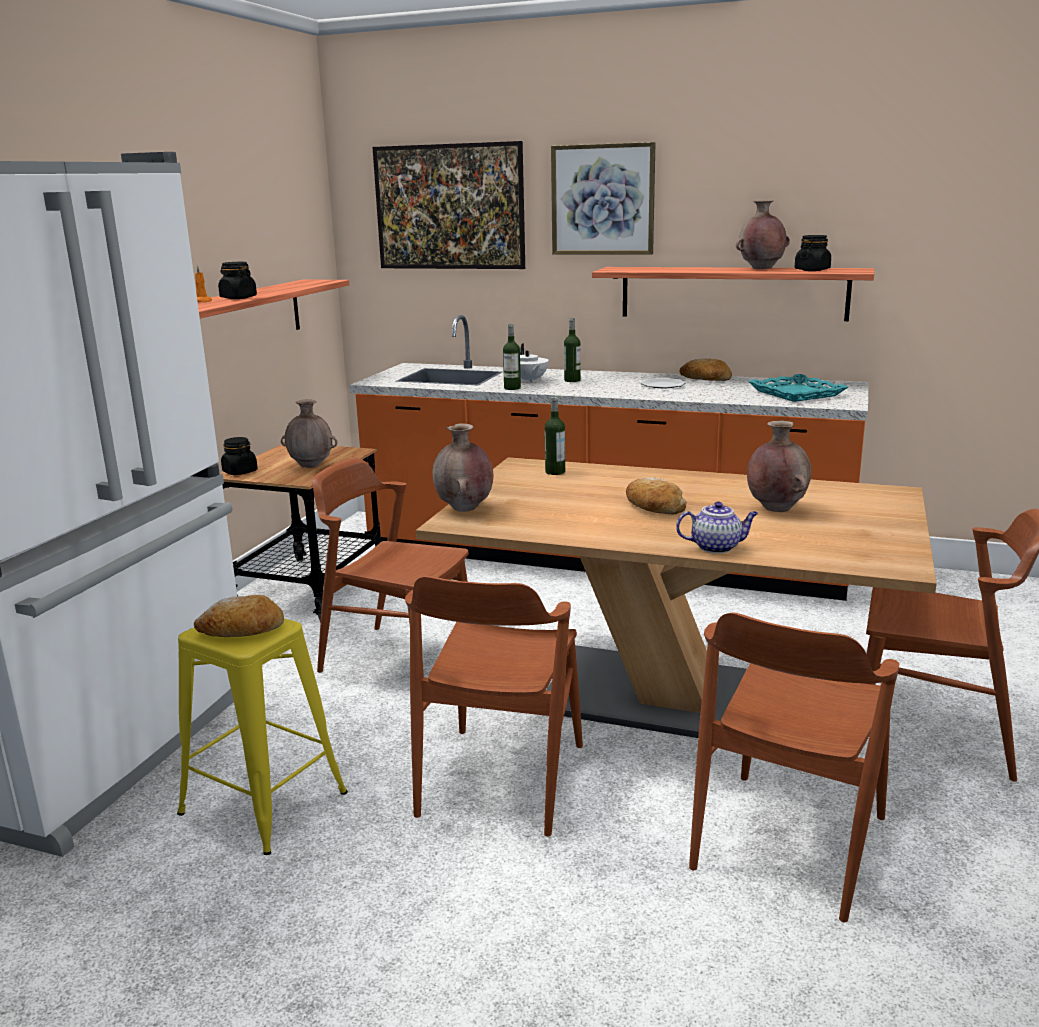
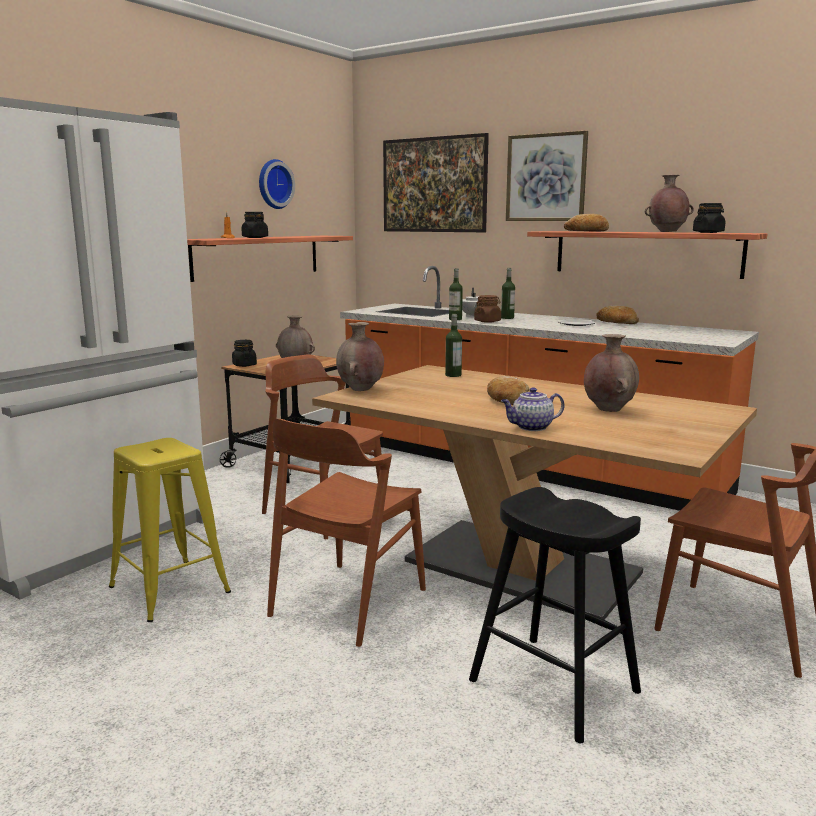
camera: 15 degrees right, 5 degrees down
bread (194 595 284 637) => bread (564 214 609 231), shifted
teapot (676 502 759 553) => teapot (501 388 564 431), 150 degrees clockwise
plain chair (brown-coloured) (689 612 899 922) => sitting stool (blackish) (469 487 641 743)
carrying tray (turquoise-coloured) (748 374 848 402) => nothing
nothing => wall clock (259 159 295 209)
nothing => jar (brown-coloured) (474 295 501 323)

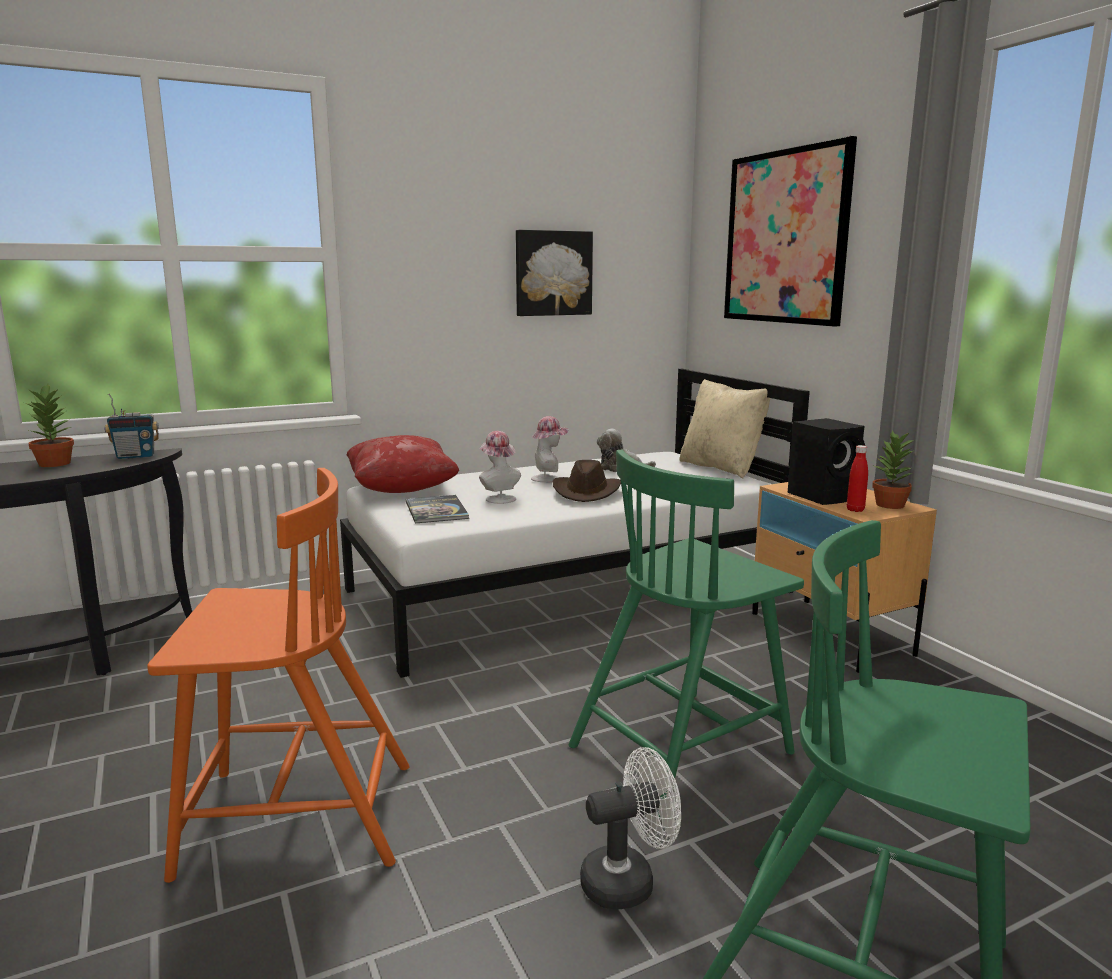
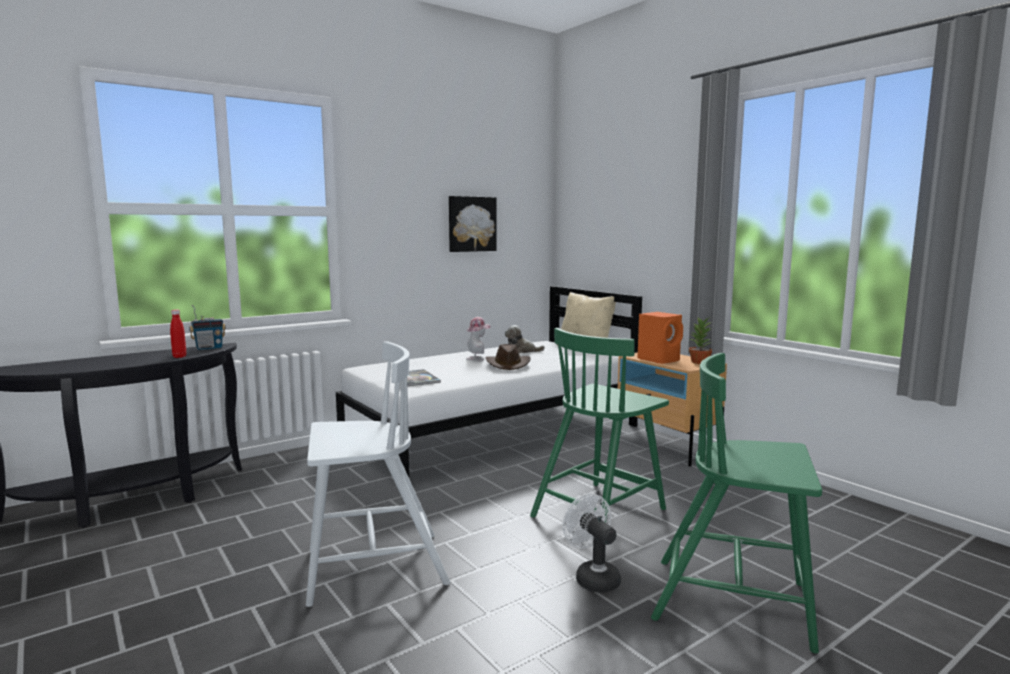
camera: 10 degrees left, 5 degrees down
houseplant (24 384 74 467) => nothing
plain chair (orange-coloured) (147 468 410 883) => plain chair (whitish) (306 341 450 607)
pillow (red-coloured) (347 435 459 493) => nothing
clothing hat (479 431 521 504) => nothing
electric fan (whitish) (580 747 681 910) => electric fan (whitish) (563 494 621 593), 90 degrees counterclockwise
wall picture (724 136 857 326) => nothing
audio speaker (blackish) (788 418 865 505) => audio speaker (orange-coloured) (637 312 683 364)
beverage bottle (red-coloured) (847 445 868 512) => beverage bottle (red-coloured) (170 310 186 358), shifted

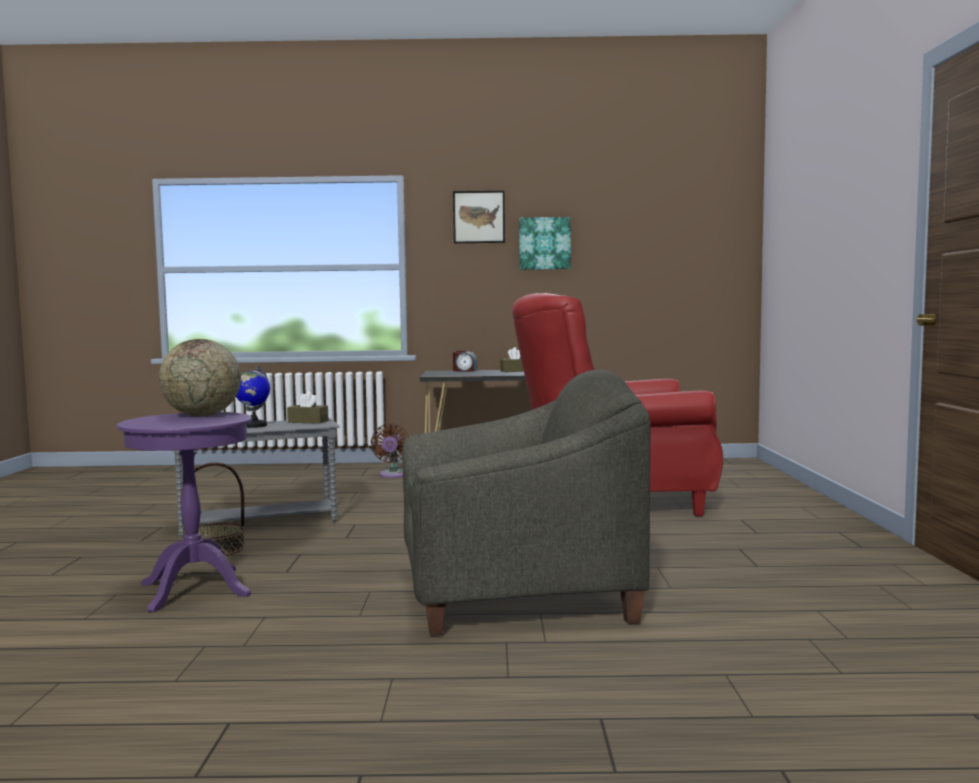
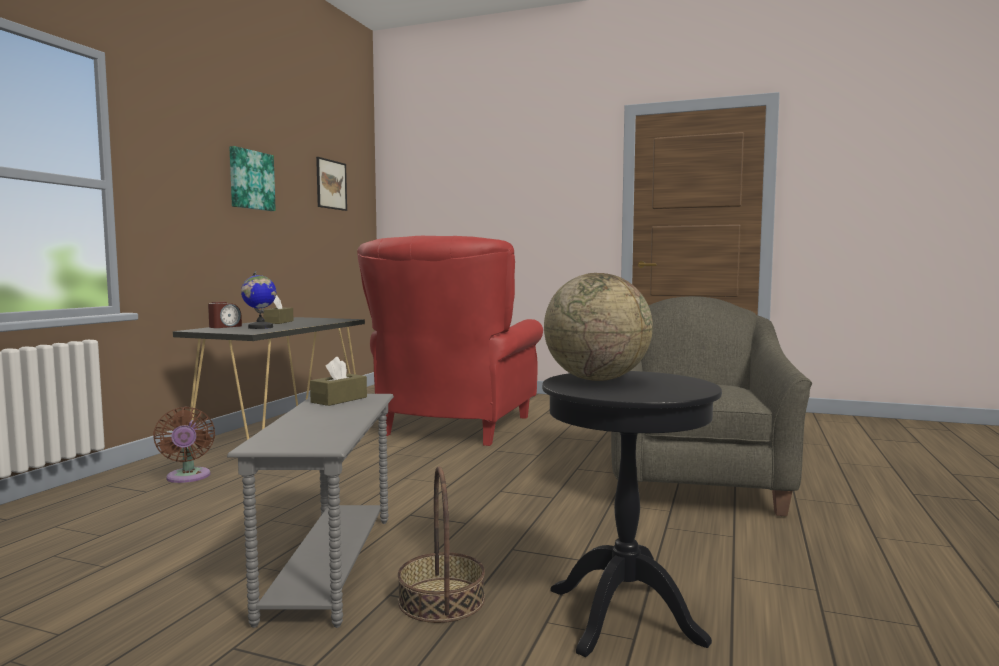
camera: 70 degrees left, 0 degrees up
end table (purple-coloured) (117 412 252 612) => end table (blackish) (542 371 722 657)
desk globe (236 366 270 428) => desk globe (241 271 276 329), shifted
electric fan (brown-coloured) (371 423 409 478) => electric fan (brown-coloured) (153 407 215 483), 45 degrees clockwise
wall picture (453 191 505 243) => wall picture (316 157 347 211), shifted

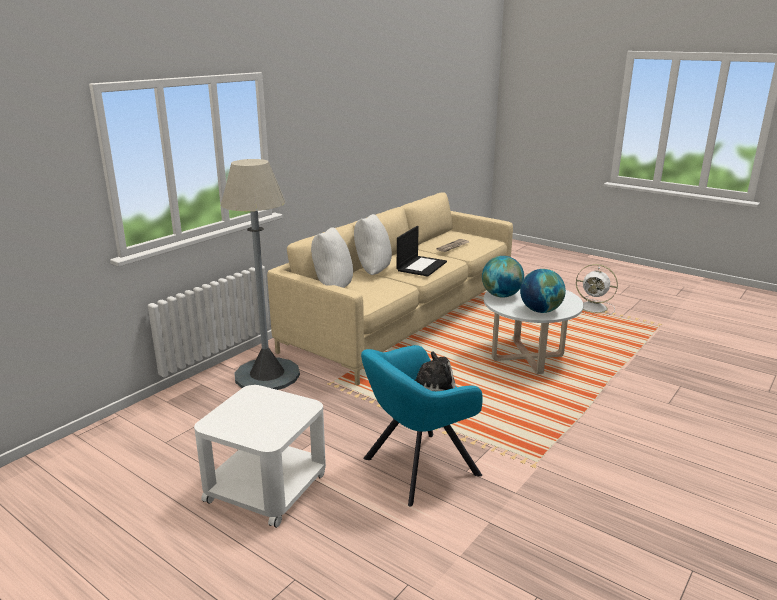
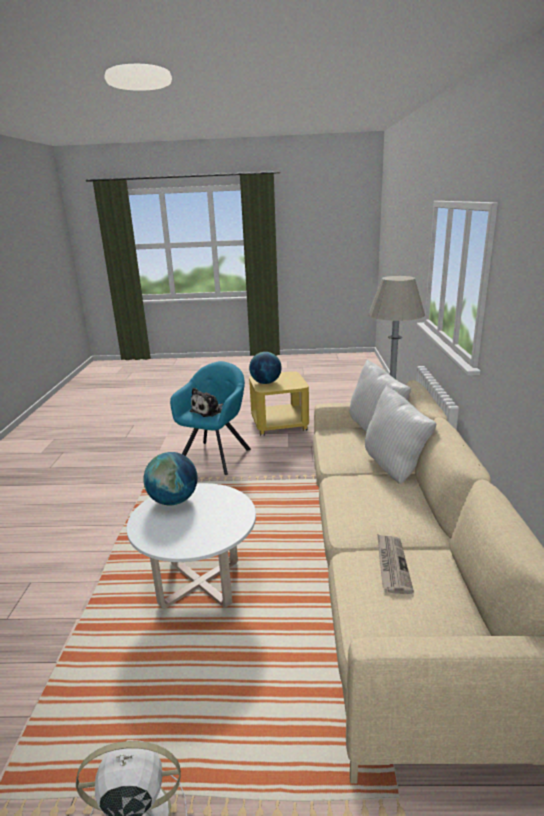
camera: 145 degrees right, 0 degrees up
end table (whitish) (194 385 326 528) => end table (yellowish) (249 371 309 436)
notebook computer (397 226 447 277) => nothing
desk globe (482 256 524 298) => desk globe (249 352 282 384), shifted

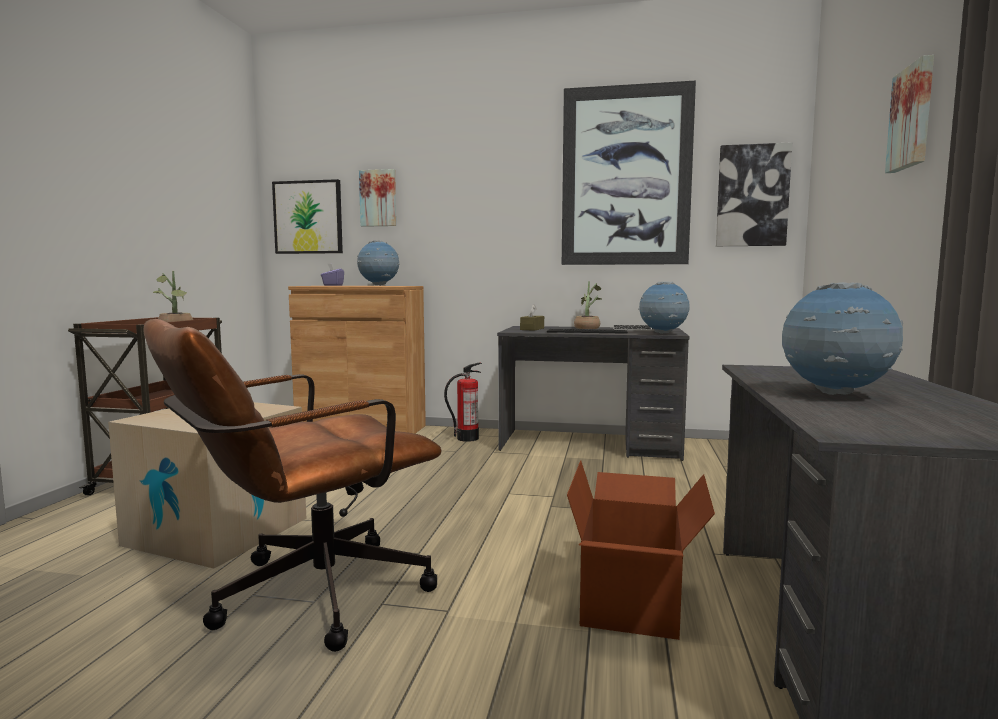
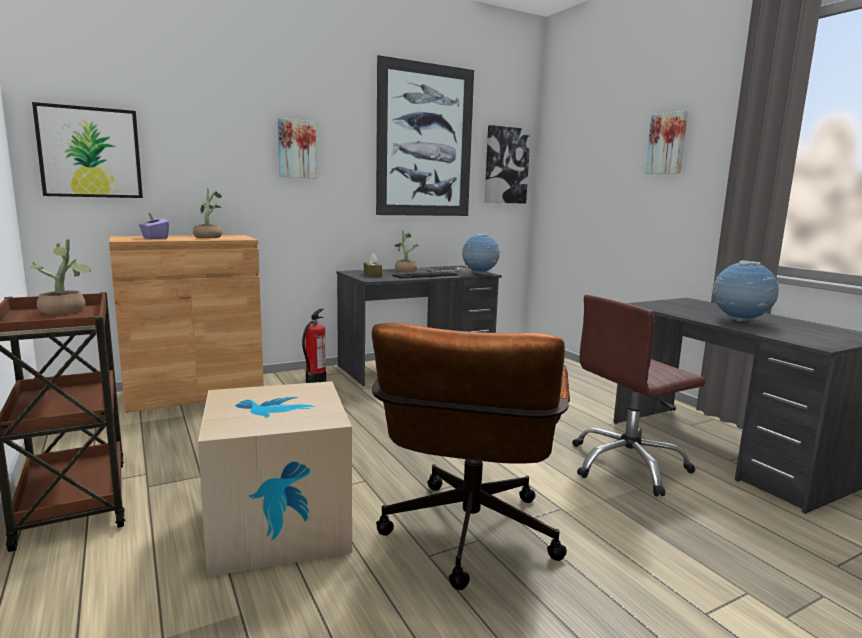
camera: 40 degrees left, 5 degrees up
desk globe (357 240 399 286) => houseplant (193 188 222 238)
wall picture (359 169 396 227) => wall picture (278 118 317 178), shifted
carton (567 460 715 640) => office chair (brown-coloured) (572 295 706 496)

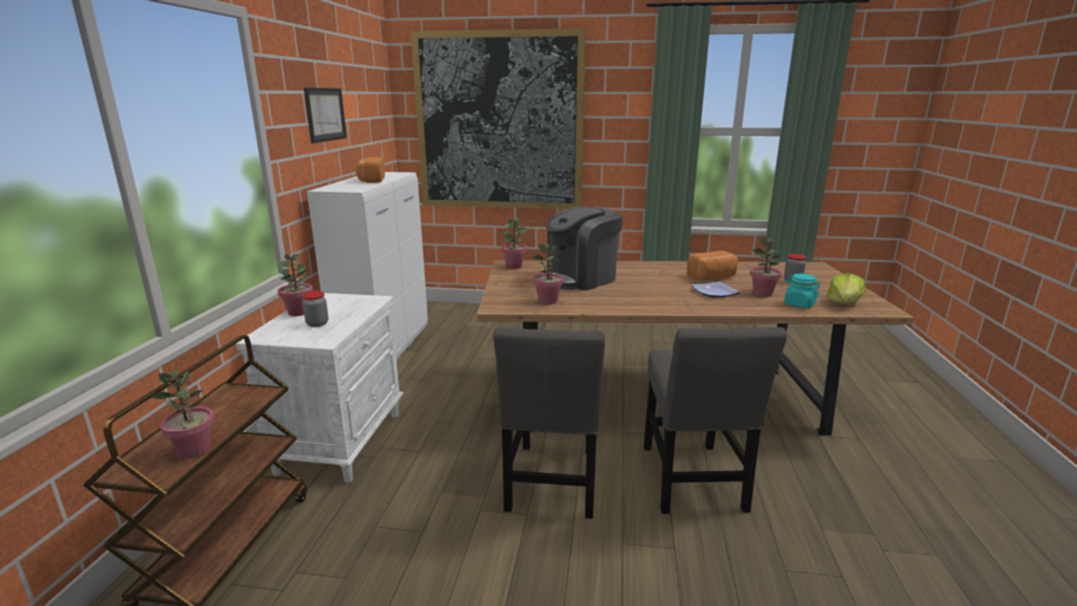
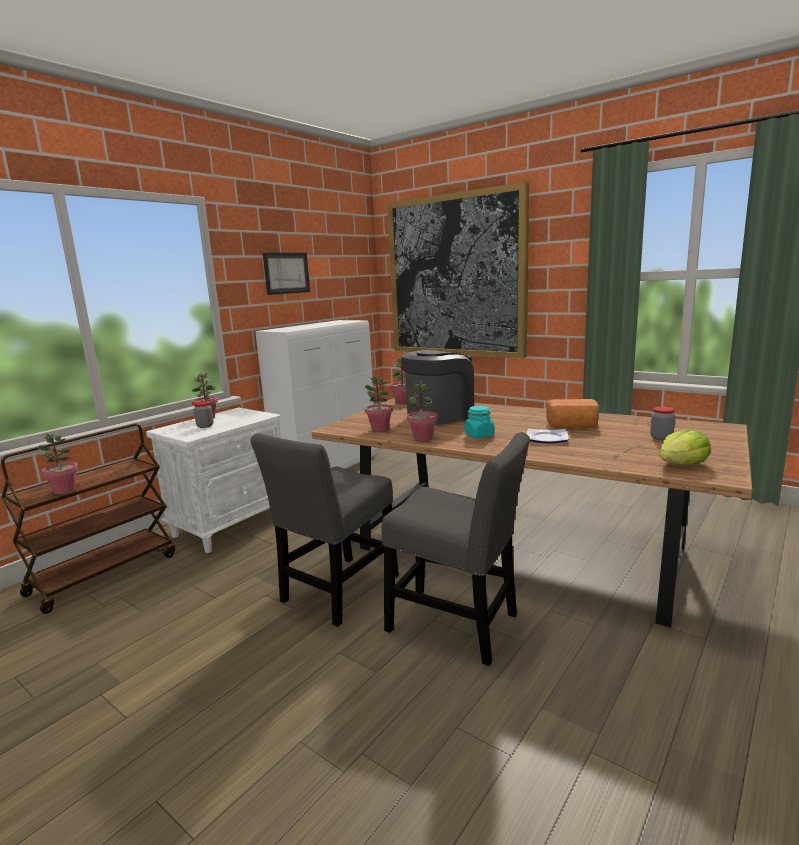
camera: 30 degrees right, 5 degrees down
bread (356 157 385 183) => nothing
coffee maker (543 207 623 290) => coffee maker (401 350 475 425), 150 degrees clockwise
plain chair (grey) (644 327 787 514) => plain chair (grey) (381 432 530 666), 90 degrees counterclockwise
houseplant (750 238 782 297) => houseplant (407 381 437 441), shifted
jar (turquoise-coloured) (784 274 820 308) => jar (turquoise-coloured) (464 406 495 438), shifted

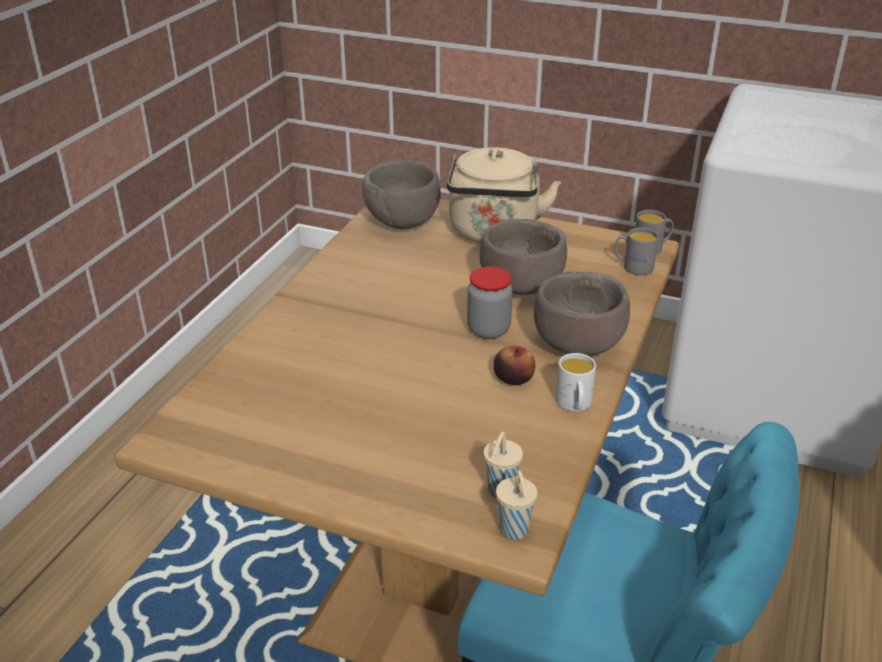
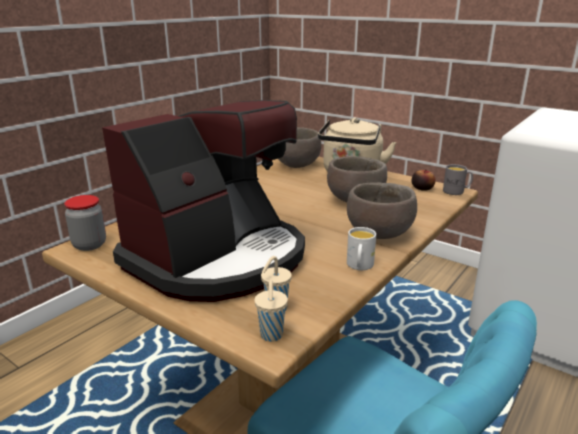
camera: 15 degrees right, 10 degrees down
jar (467 267 513 339) => jar (64 195 106 251), shifted
apple (494 346 535 385) => apple (411 170 436 191), shifted
mug (grey) (615 228 659 275) => nothing
nothing => coffee maker (102 100 305 302)

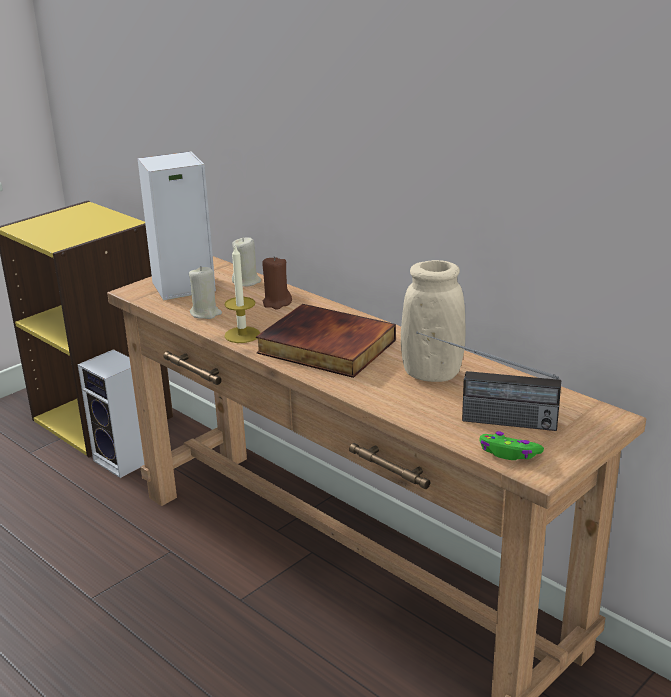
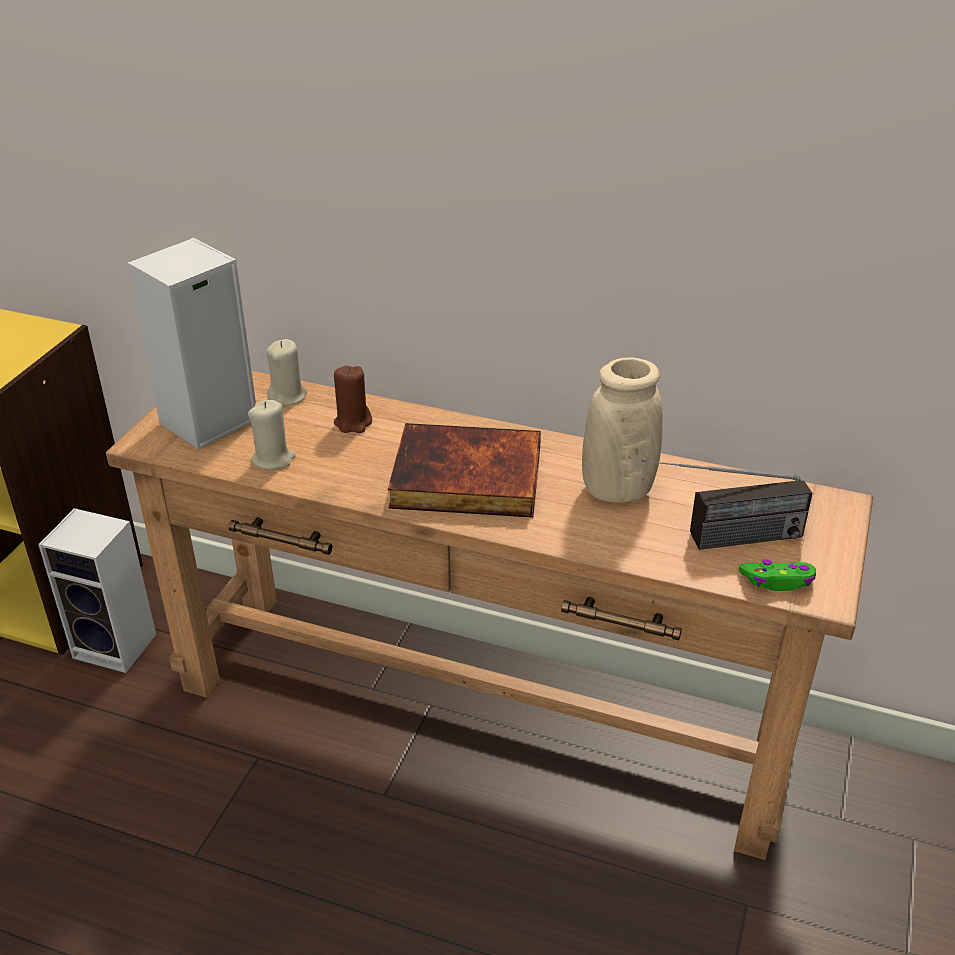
camera: 25 degrees left, 10 degrees up
wax light (224 244 260 343) => nothing

